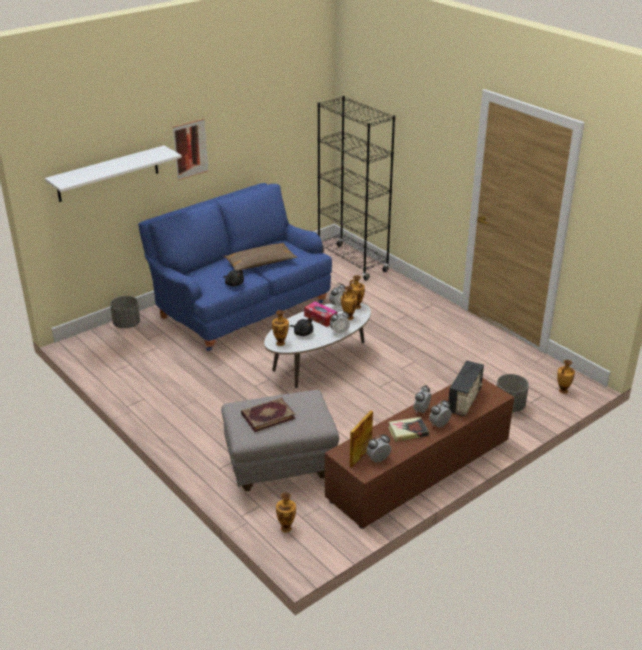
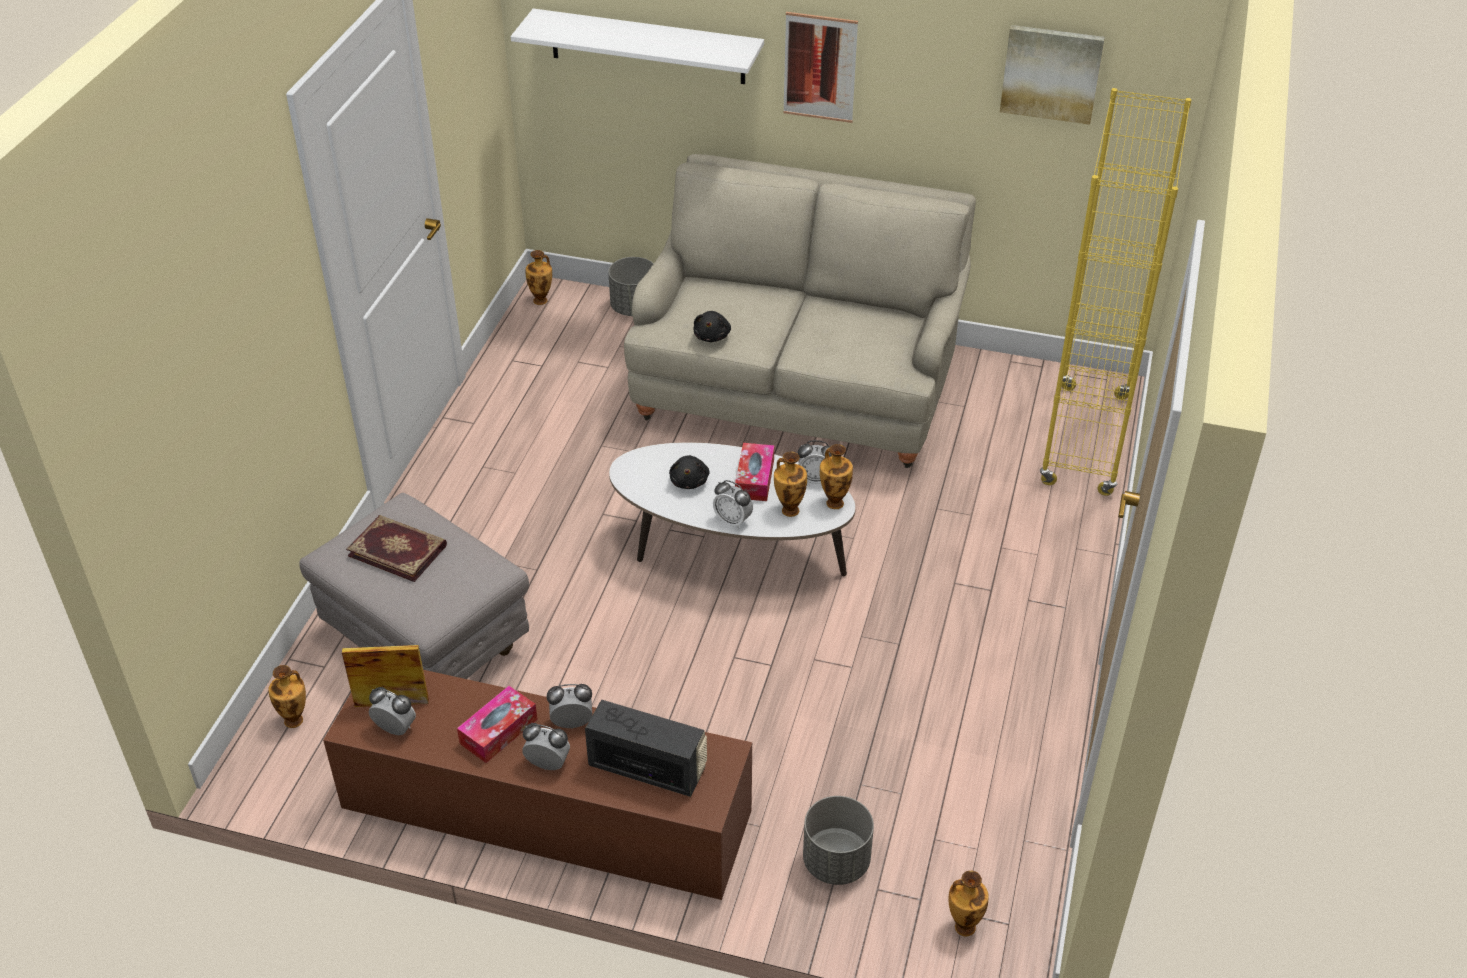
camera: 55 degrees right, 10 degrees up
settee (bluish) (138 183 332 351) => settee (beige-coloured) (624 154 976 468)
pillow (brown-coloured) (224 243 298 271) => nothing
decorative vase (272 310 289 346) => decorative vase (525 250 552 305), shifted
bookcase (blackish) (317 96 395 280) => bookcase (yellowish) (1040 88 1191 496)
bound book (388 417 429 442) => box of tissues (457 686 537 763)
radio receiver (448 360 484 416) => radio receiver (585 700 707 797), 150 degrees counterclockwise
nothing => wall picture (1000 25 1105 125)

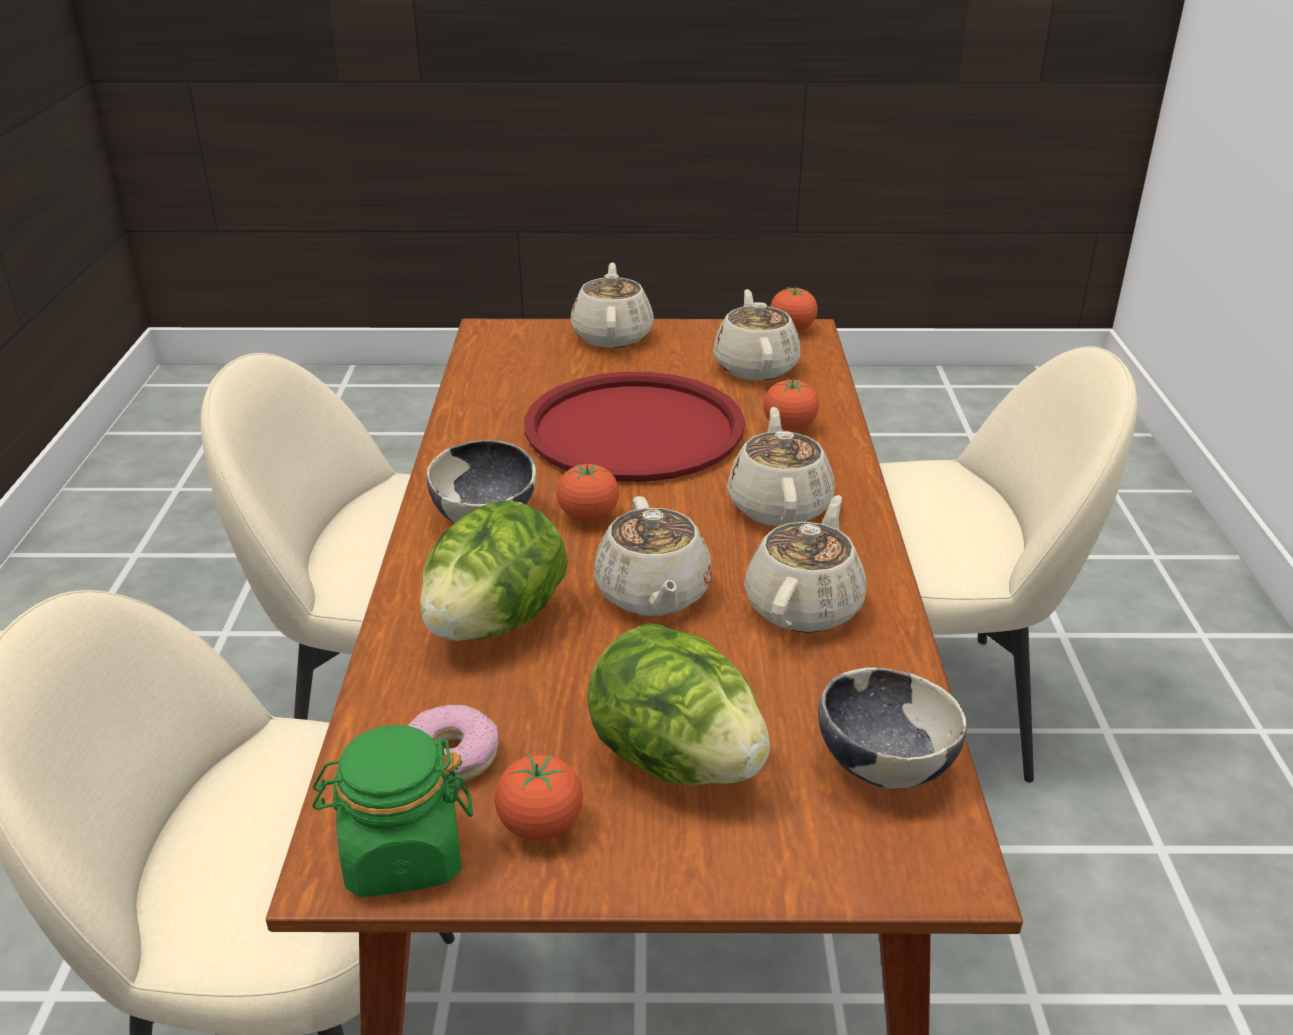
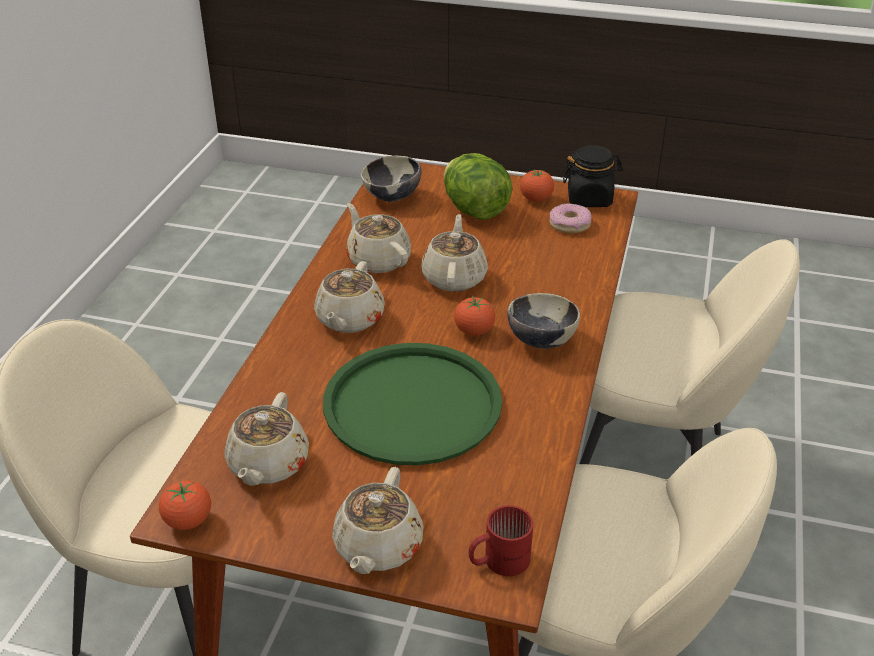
camera: 165 degrees left, 5 degrees up
jar (green-coloured) (312 725 473 897) => jar (blackish) (563 145 623 207)
lettuce (420 500 568 641) => nothing
carrying tray (red-coloured) (524 372 745 482) => carrying tray (green-coloured) (323 343 502 465)
teapot (beige-coloured) (744 495 866 633) => teapot (beige-coloured) (346 203 411 273), 105 degrees clockwise
tomato (763 378 819 431) => nothing
nothing => mug (red-coloured) (469 505 533 576)

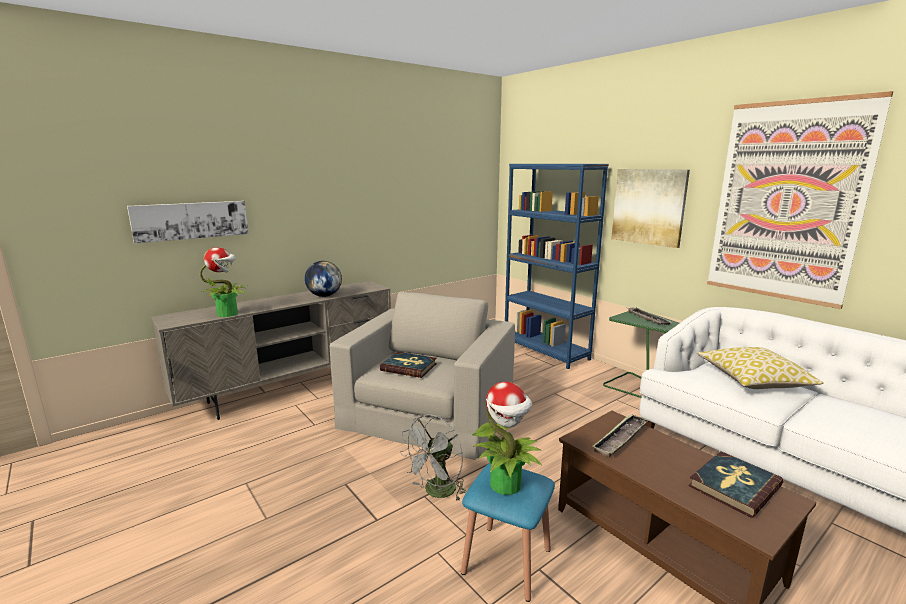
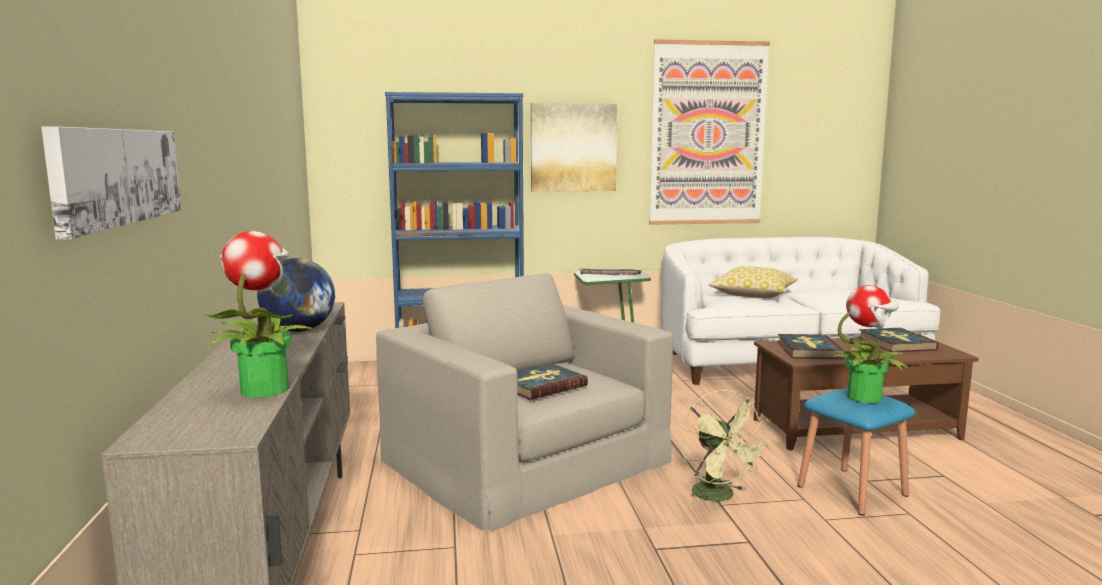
camera: 60 degrees left, 5 degrees down
electric fan (grey) (400 415 466 502) => electric fan (green-coloured) (681 390 770 506)
carrying tray (592 414 649 457) => bound book (778 334 846 359)

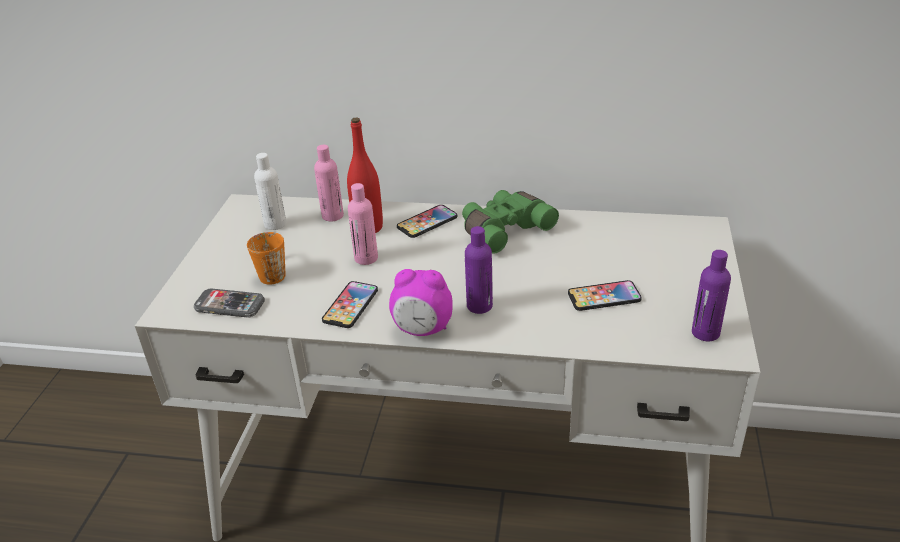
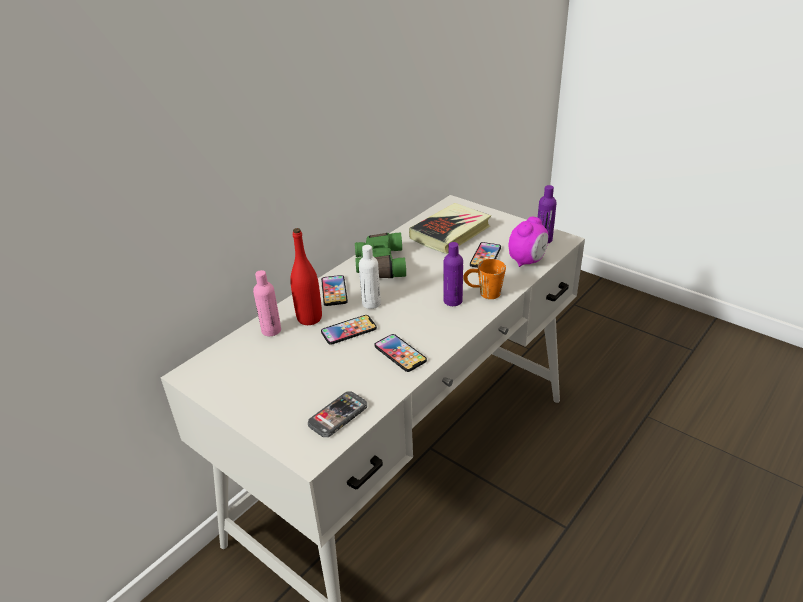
camera: 60 degrees left, 0 degrees up
mug (orange-coloured) (247 232 285 285) => mug (orange-coloured) (463 259 506 299), shifted
beverage bottle (whitish) (254 153 286 230) => beverage bottle (whitish) (359 245 381 309), shifted
beverage bottle (pinkish) (348 183 378 265) => phone (321 315 377 345)
bedside clock (389 269 453 336) => bedside clock (509 217 549 267), shifted
nothing => bound book (409 203 491 254)

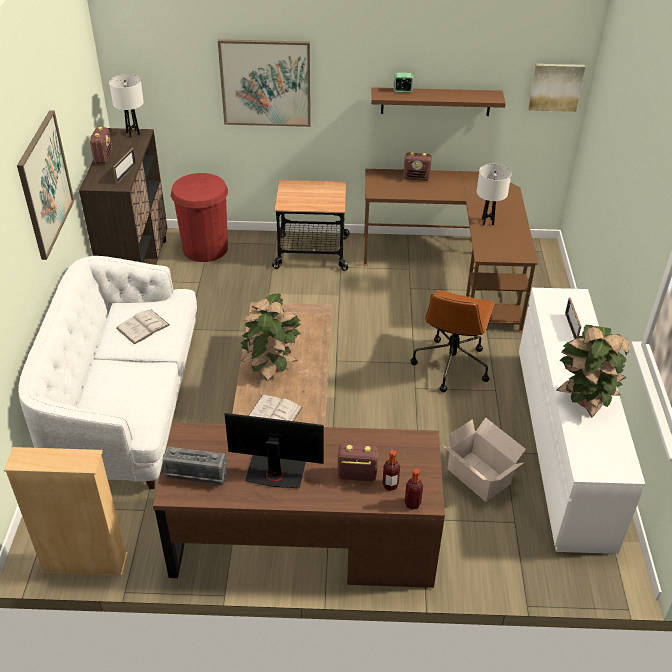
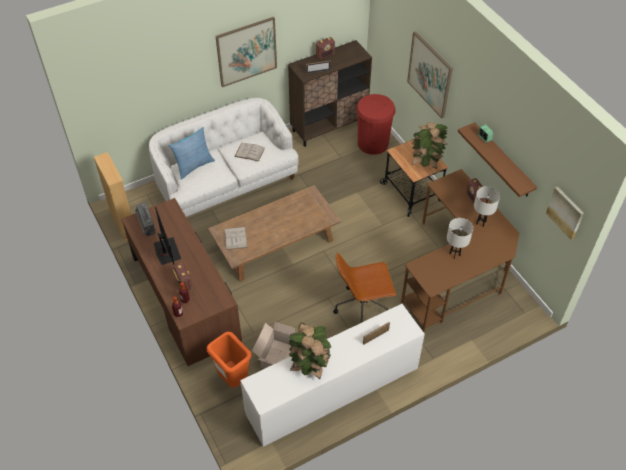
camera: 60 degrees right, 10 degrees up
lamp for a table (whitish) (109 74 144 137) => lamp for a table (whitish) (474 186 500 227), shifted
houseplant (240 294 301 381) => houseplant (411 122 448 169), shifted
nothing => pillow (168 127 215 180)
nothing => rubbish bin (orange-coloured) (207 332 251 388)

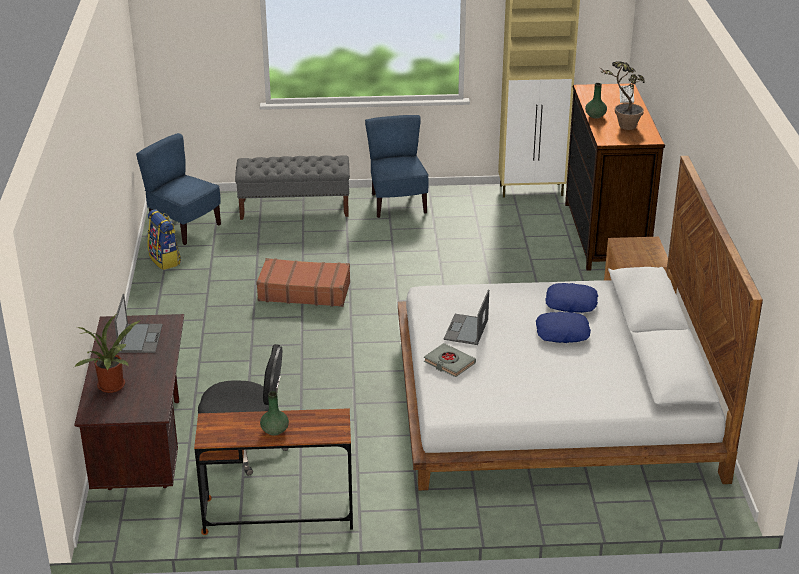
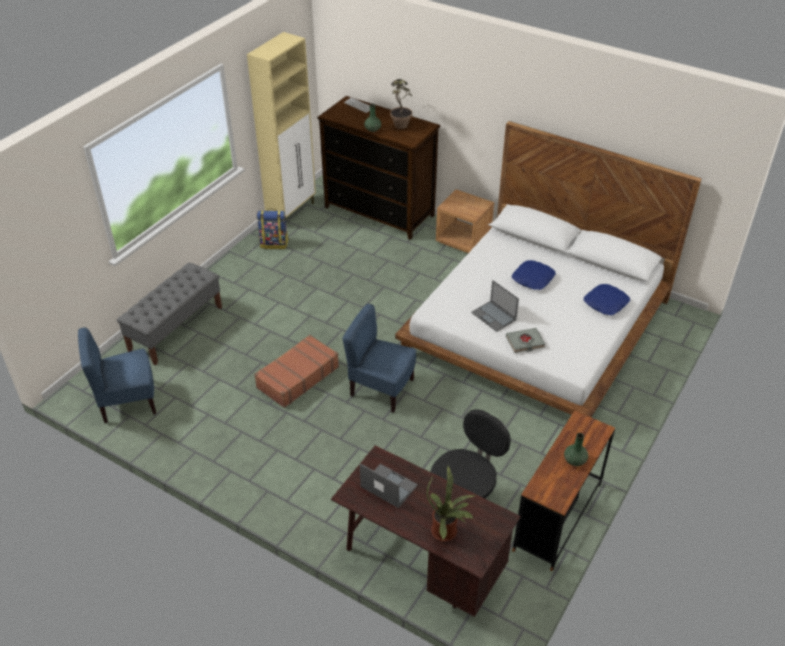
camera: 55 degrees left, 10 degrees up
rucksack (148 209 181 270) => rucksack (256 209 289 249), shifted
plain chair (bluish) (365 115 429 218) => plain chair (bluish) (343 304 416 413), shifted
pillow (bluish) (545 283 598 313) => pillow (bluish) (584 284 630 315), shifted

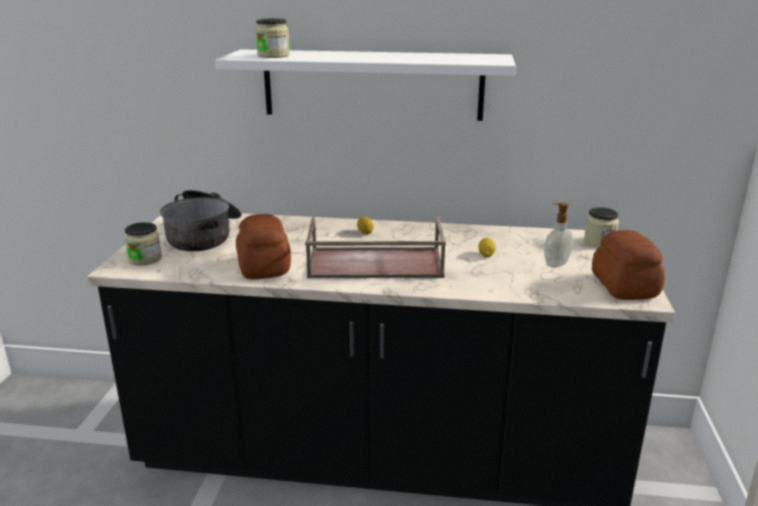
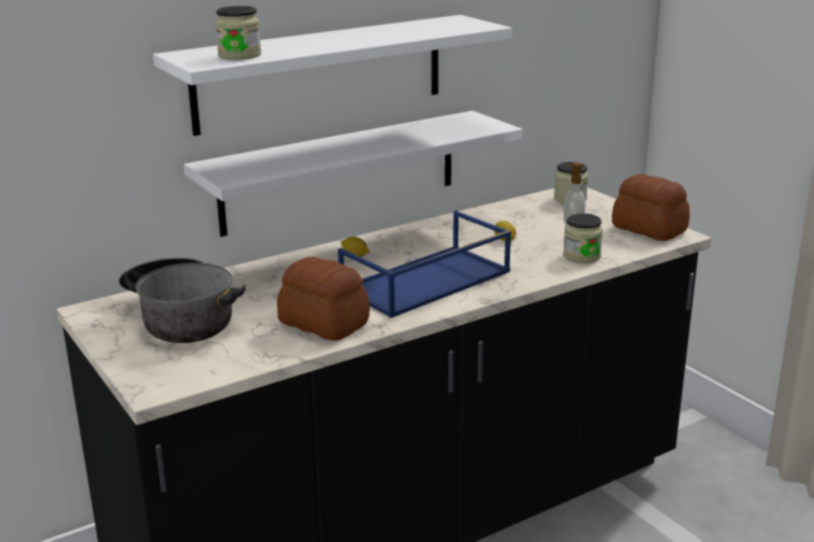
camera: 40 degrees left, 0 degrees up
jar (124 222 162 266) => jar (563 213 603 263), shifted
carrying tray (brown-coloured) (305 217 446 278) => carrying tray (bluish) (338 211 511 318)
nothing => bracket shelf (whitish) (184 111 523 237)

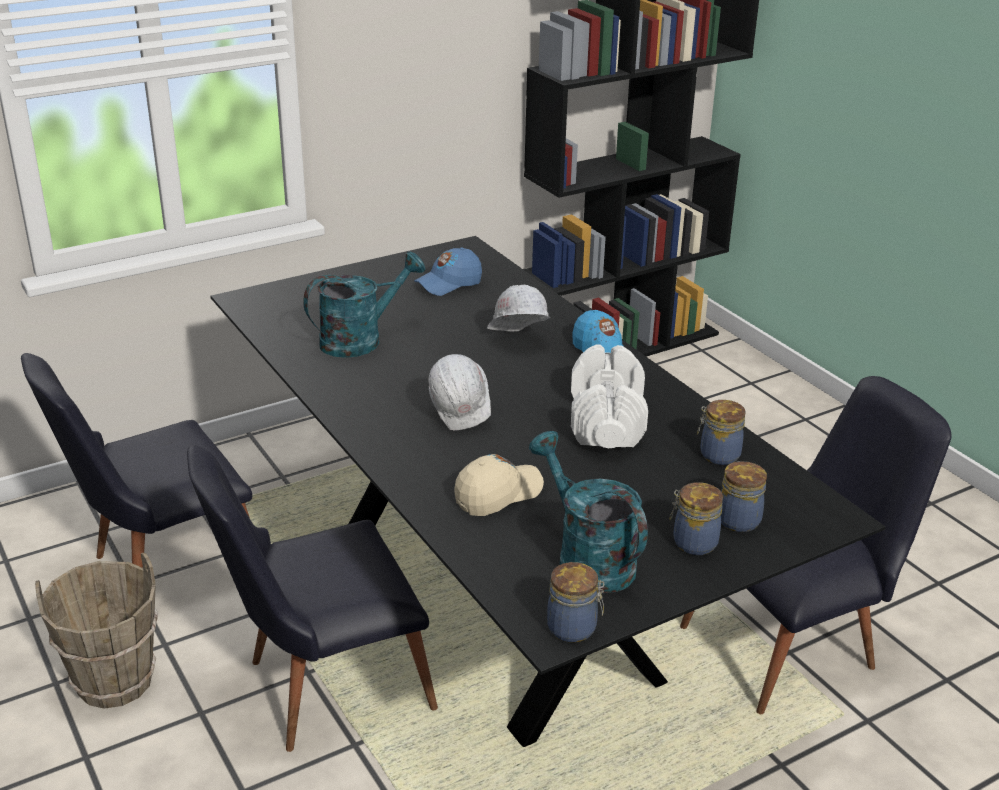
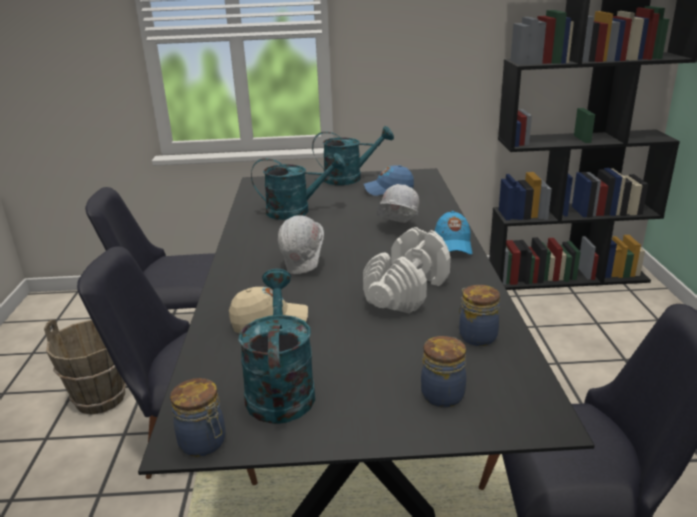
camera: 30 degrees right, 5 degrees down
jar (670 482 723 555) => nothing
nothing => watering pot (turquoise-coloured) (312 126 394 185)

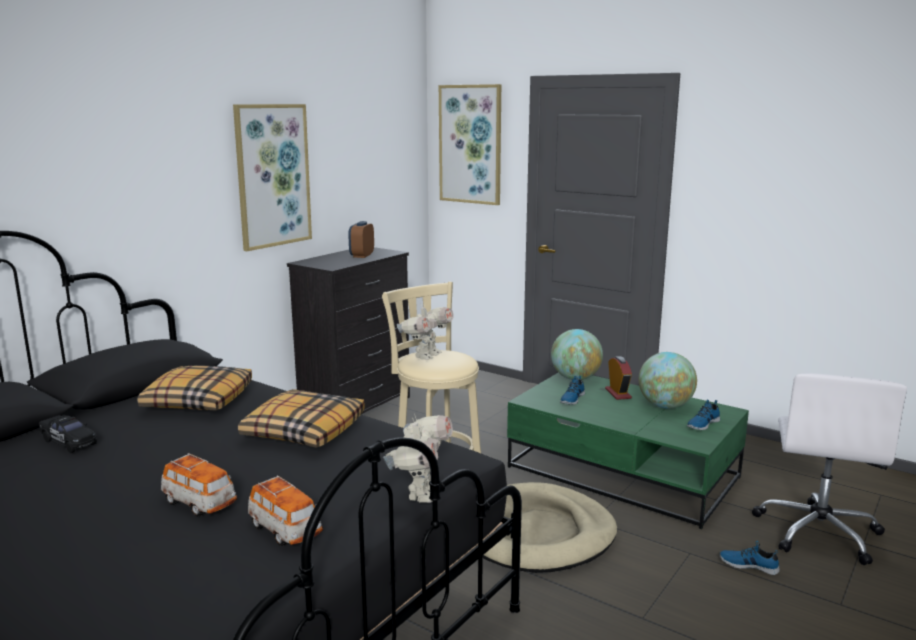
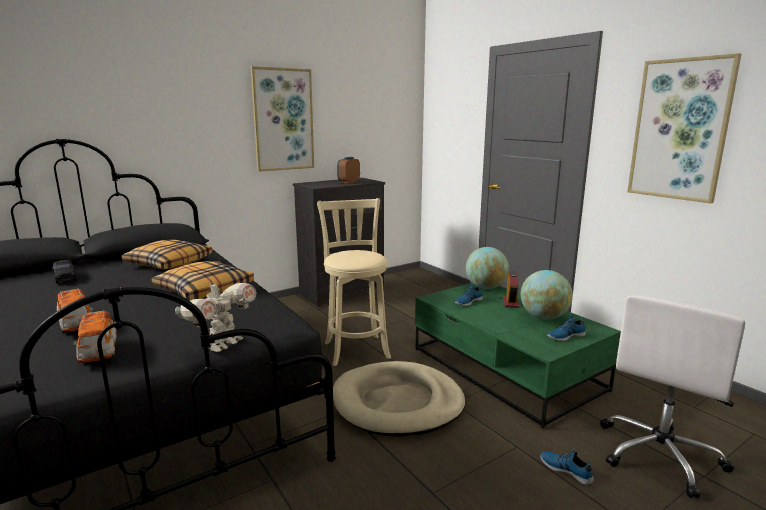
camera: 20 degrees right, 0 degrees up
model robot (397 303 454 360) => nothing
wall picture (439 84 501 205) => wall picture (627 53 741 203), shifted

